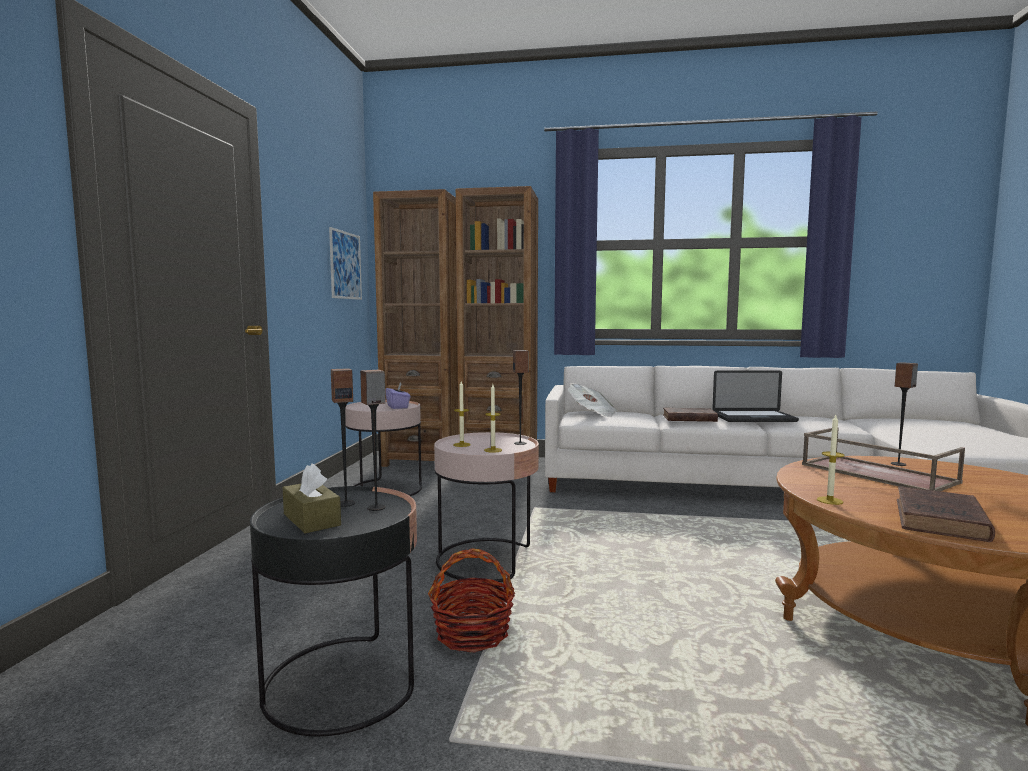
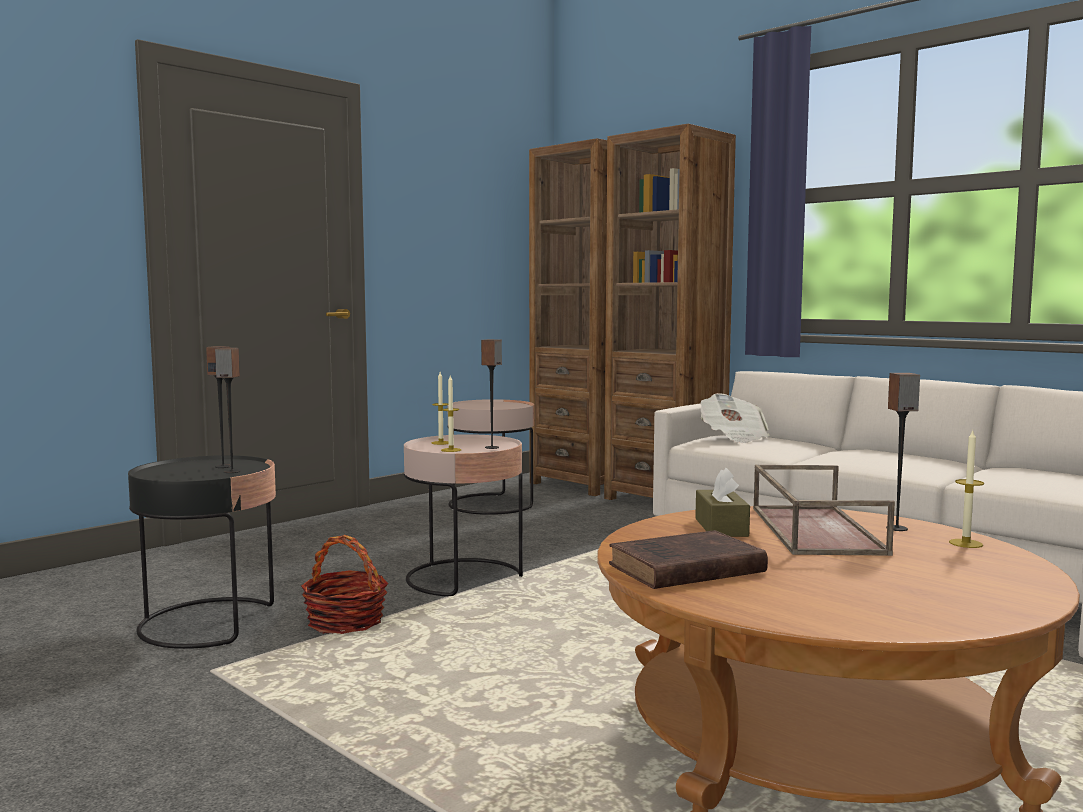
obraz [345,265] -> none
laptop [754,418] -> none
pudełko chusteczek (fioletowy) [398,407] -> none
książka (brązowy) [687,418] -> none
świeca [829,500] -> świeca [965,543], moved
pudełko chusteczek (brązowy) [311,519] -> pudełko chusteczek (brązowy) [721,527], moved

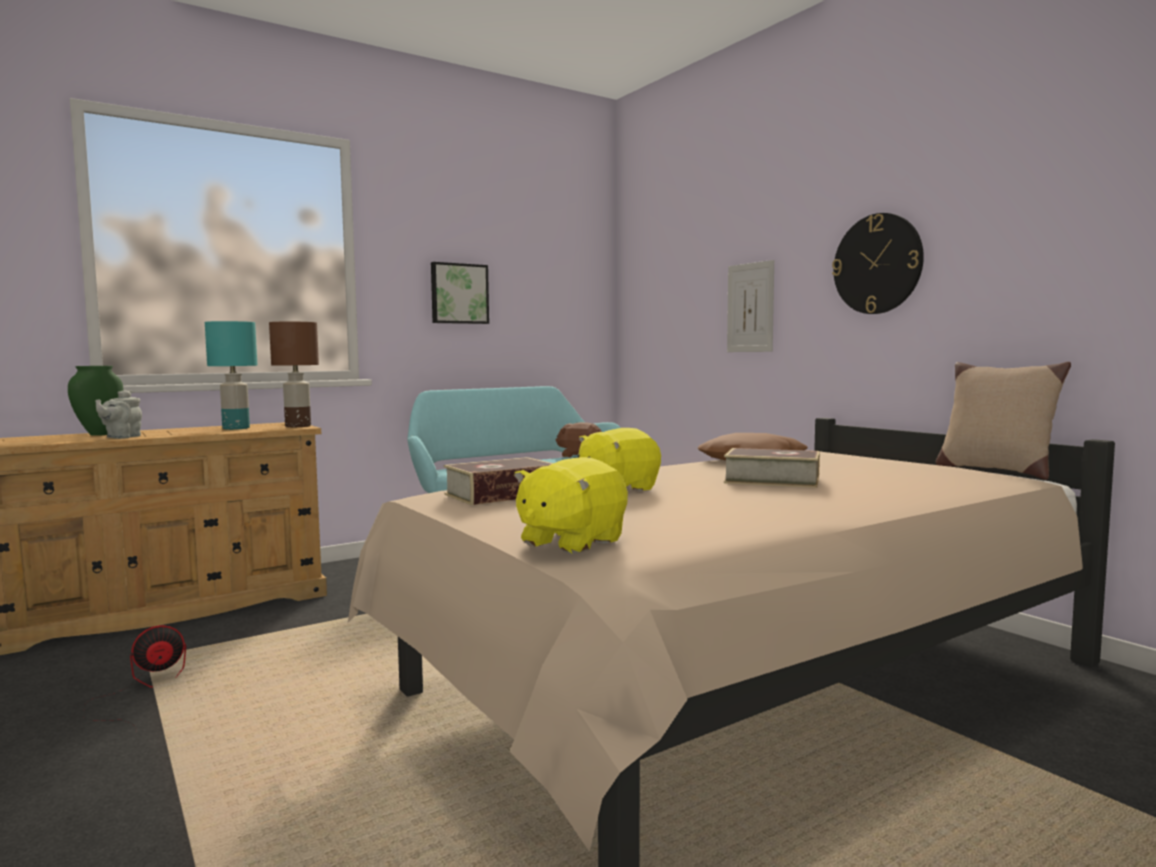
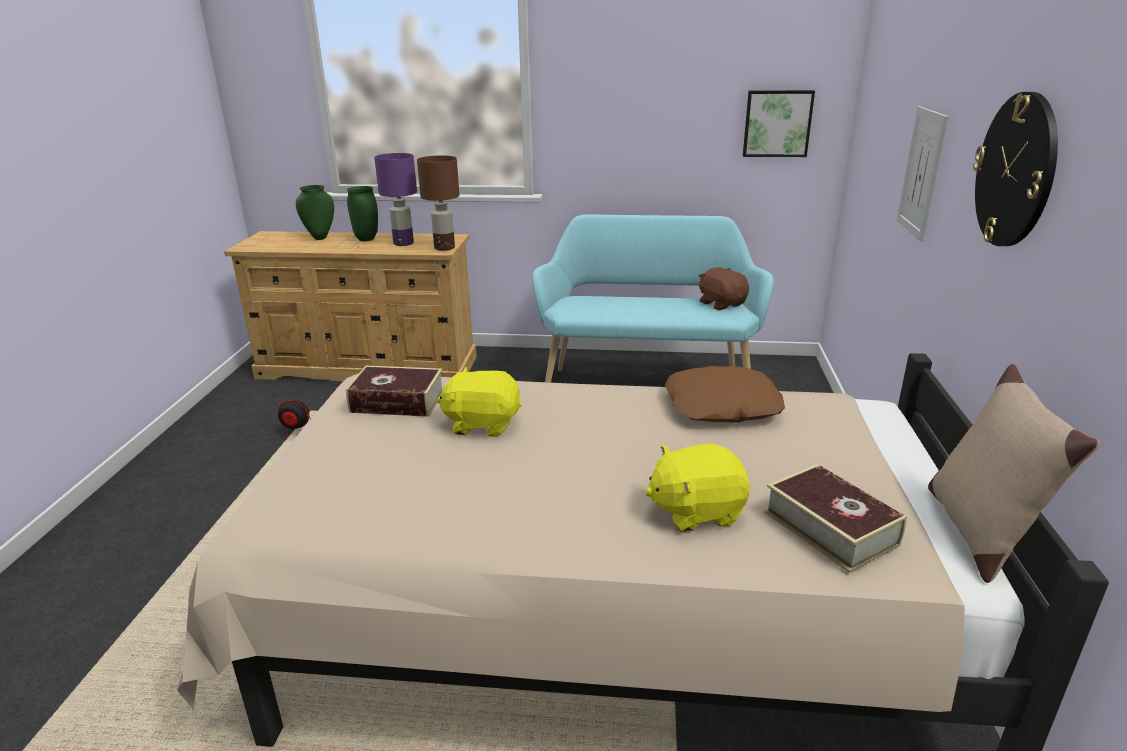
obraz [459,293] -> obraz [777,123], moved
lampa stołowa (turkusowy) [236,428] -> lampa stołowa (fioletowy) [404,243]
imbryk (szary) [121,437] -> none
książka [772,480] -> książka [830,528], moved
pluszak (żółty) [570,542] -> pluszak (żółty) [696,511], moved
none -> wazon (zielony) [366,239]

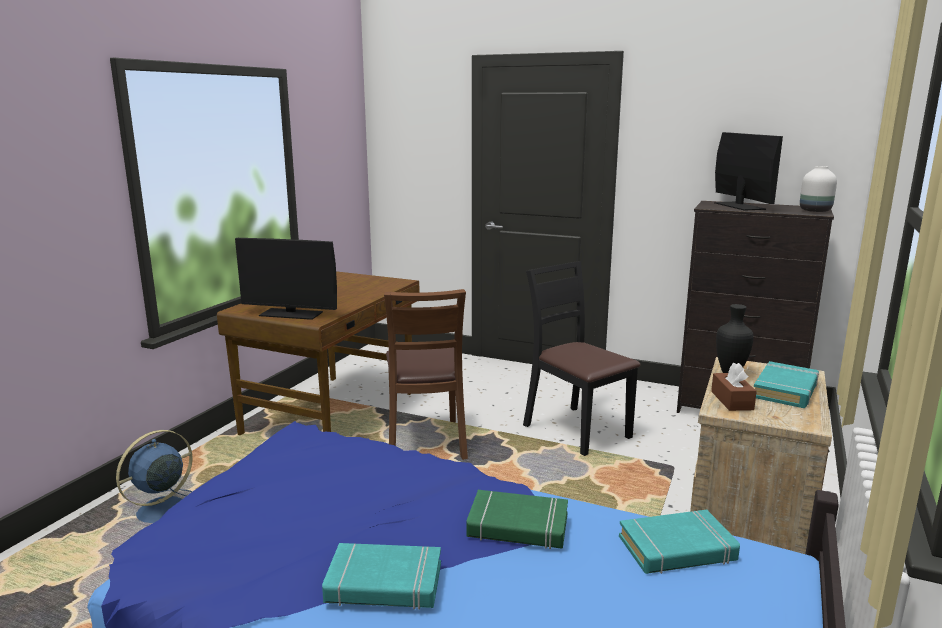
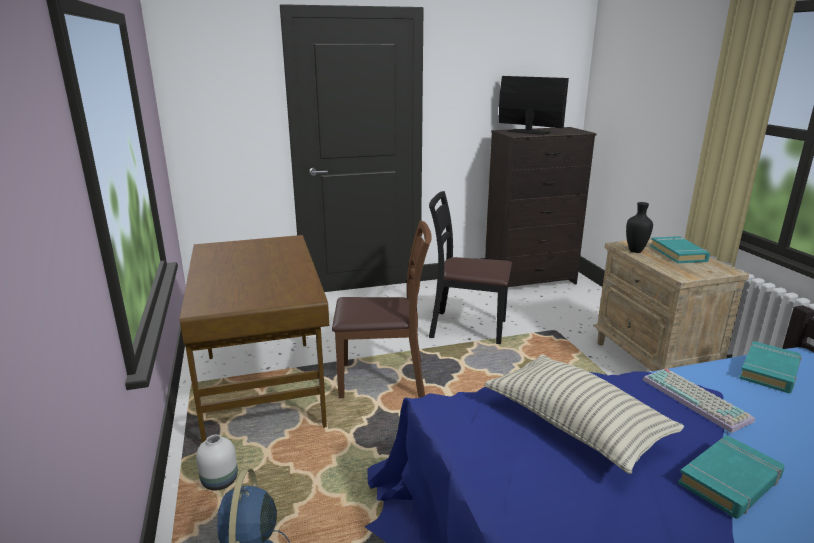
wazon (biały) [814,211] -> wazon (biały) [219,482], moved
monitor [291,314] -> none
krzesło (brązowy) [425,442] -> krzesło (brązowy) [383,379], 45 degrees counterclockwise
pudełko chusteczek (brązowy) [732,400] -> none
książka (zielony) [517,526] -> klawiatura [697,399]
none -> poduszka [575,426]

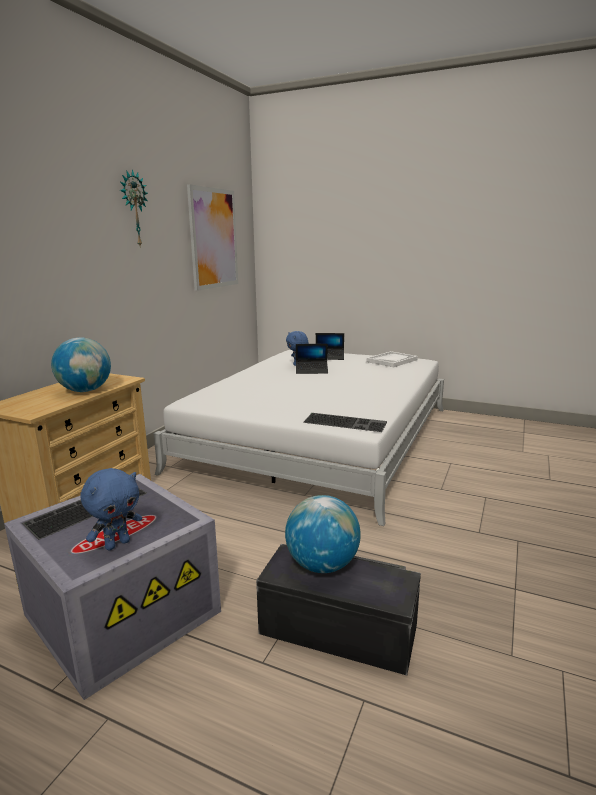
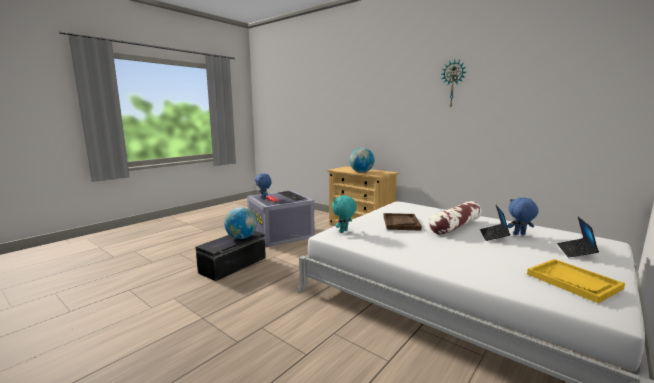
obraz [213,238] -> none
taca (biały) [392,360] -> taca (żółty) [573,281]
klawiatura [346,422] -> pluszak (turkusowy) [344,231]
none -> poduszka [455,226]
none -> taca (brązowy) [401,223]

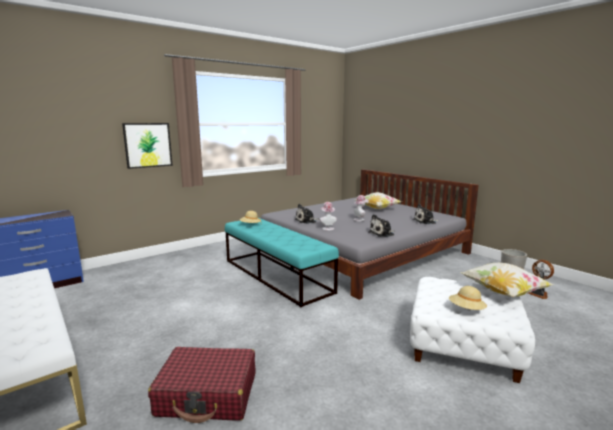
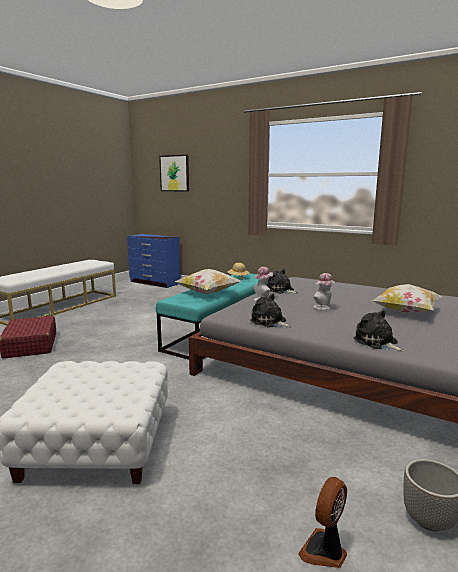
obraz [148,145] -> obraz [174,173], moved
poduszka [503,292] -> poduszka [208,293], moved
kapelusz (beżowy) [466,310] -> none

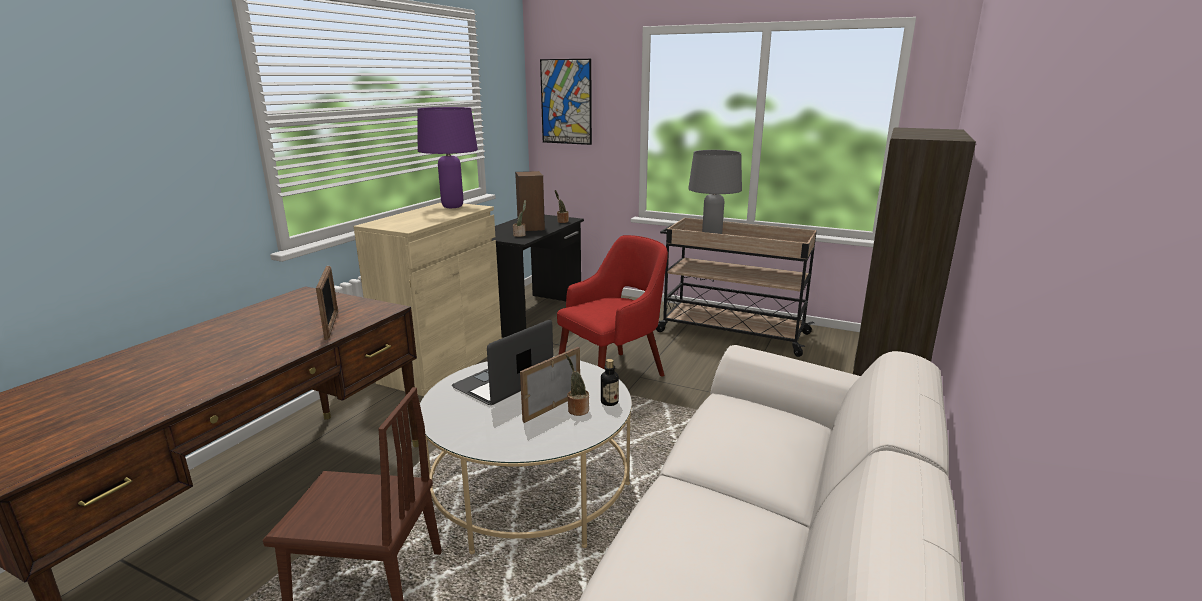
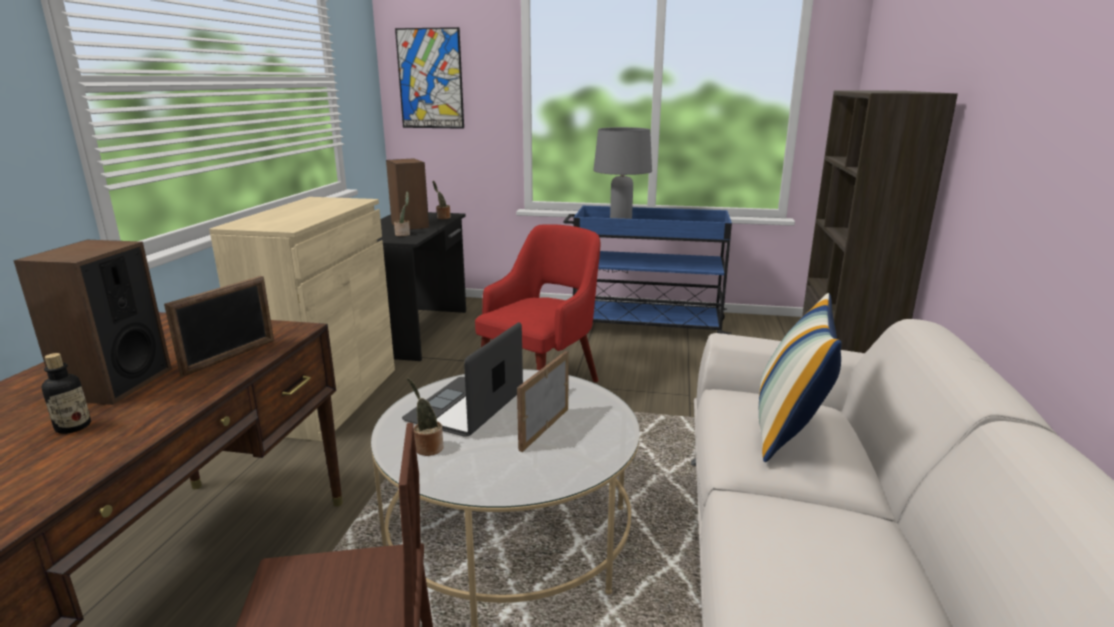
lampa stołowa (fioletowy) [453,207] -> none
wózek (beżowy) [730,332] -> wózek (niebieski) [644,327]
ramka na zdjęcie [331,325] -> ramka na zdjęcie [230,357], 60 degrees clockwise
roślina doniczkowa [577,409] -> roślina doniczkowa [427,448], moved
butelka [609,402] -> butelka [73,427], moved
none -> głośnik [115,384]
none -> poduszka [789,430]

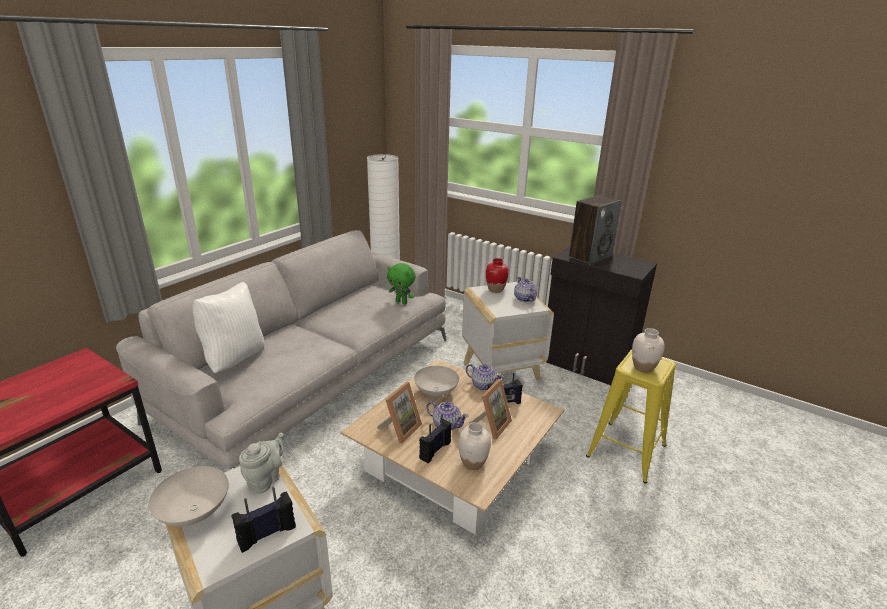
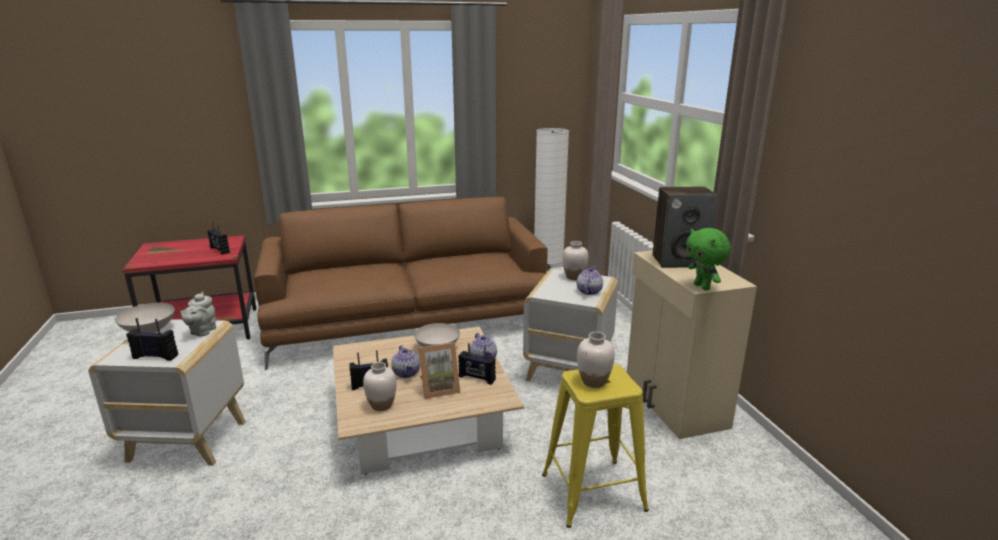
kanapa (szary) [311,376] -> kanapa (brązowy) [409,318]
szafka (czarny) [587,365] -> szafka (beżowy) [674,403]
wazon (czerwony) [495,290] -> wazon (biały) [574,277]
pluszak (zielony) [401,302] -> pluszak (zielony) [702,287], moved
poduszka (biały) [234,359] -> none
ramka na zdjęcie [400,429] -> none
imbryk (szary) [266,479] -> imbryk (szary) [202,331], 120 degrees clockwise
none -> radio [219,250]

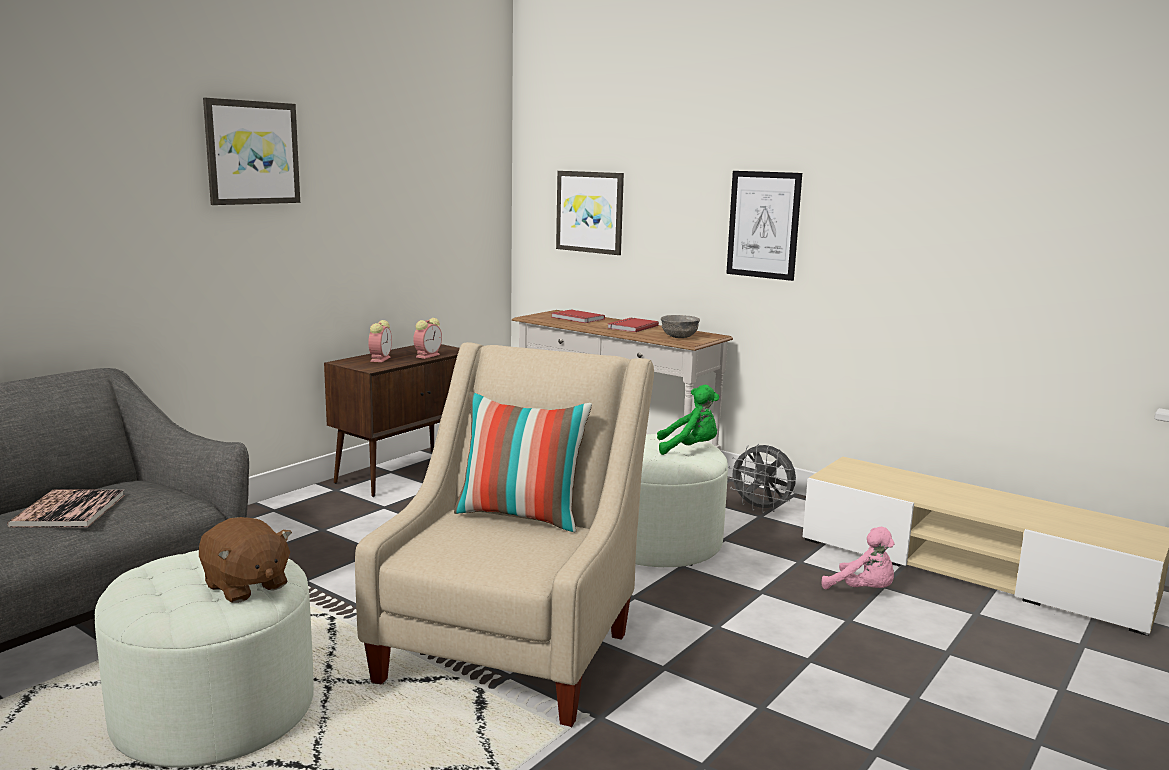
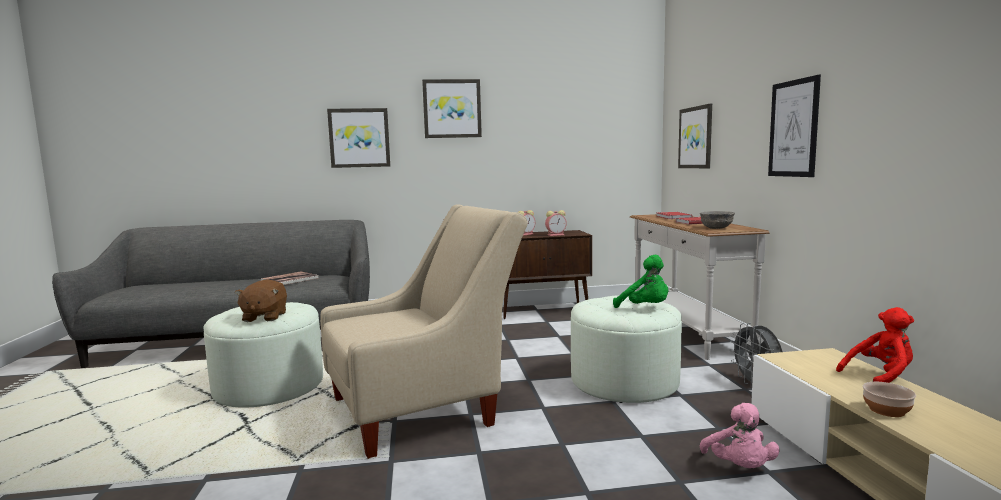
poduszka [521,516] -> none
none -> obraz [359,138]
none -> pluszak (czerwony) [880,377]
none -> miska [887,410]

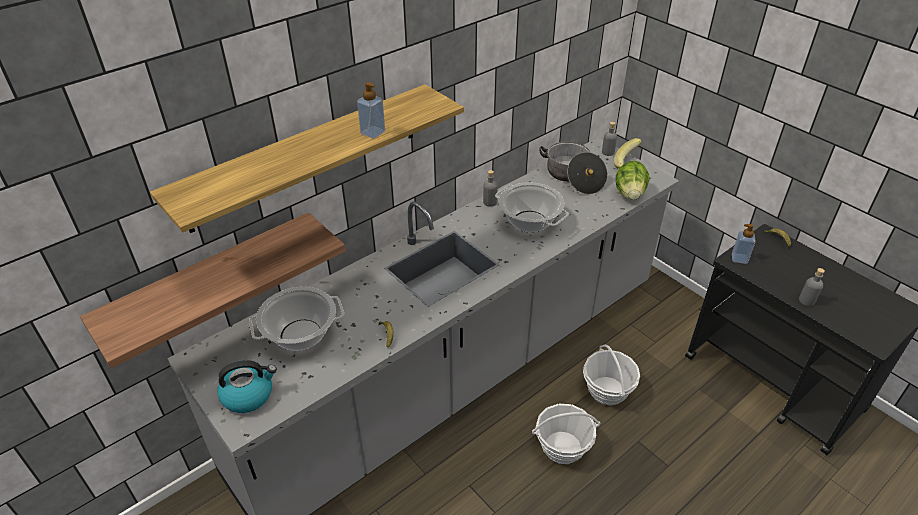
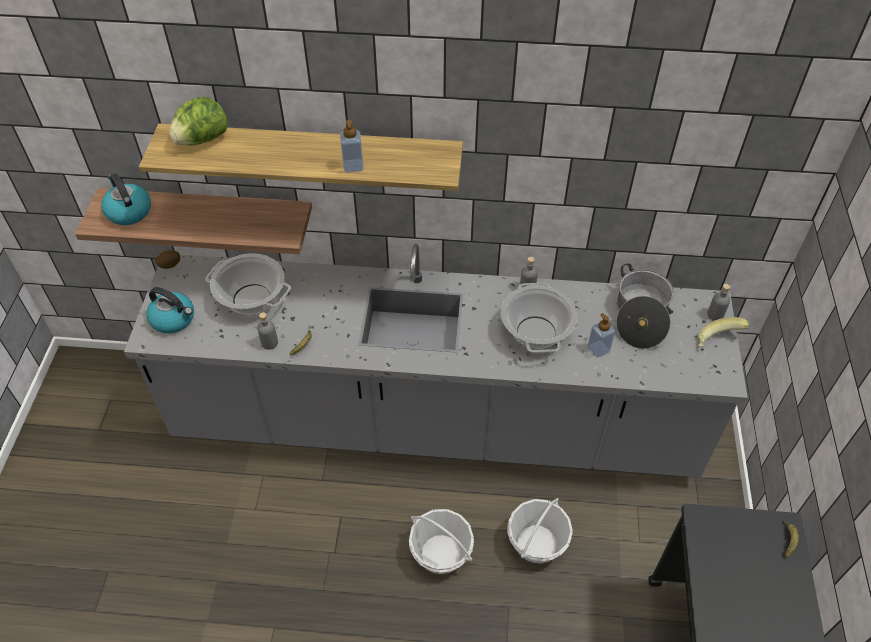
sałata [629,194] -> sałata [202,140], moved
dozownik mydła [739,258] -> dozownik mydła [598,349], moved
butelka (szary) [807,300] -> butelka (szary) [269,343], moved
none -> czajnik [128,211]
none -> ziemniak [169,265]

